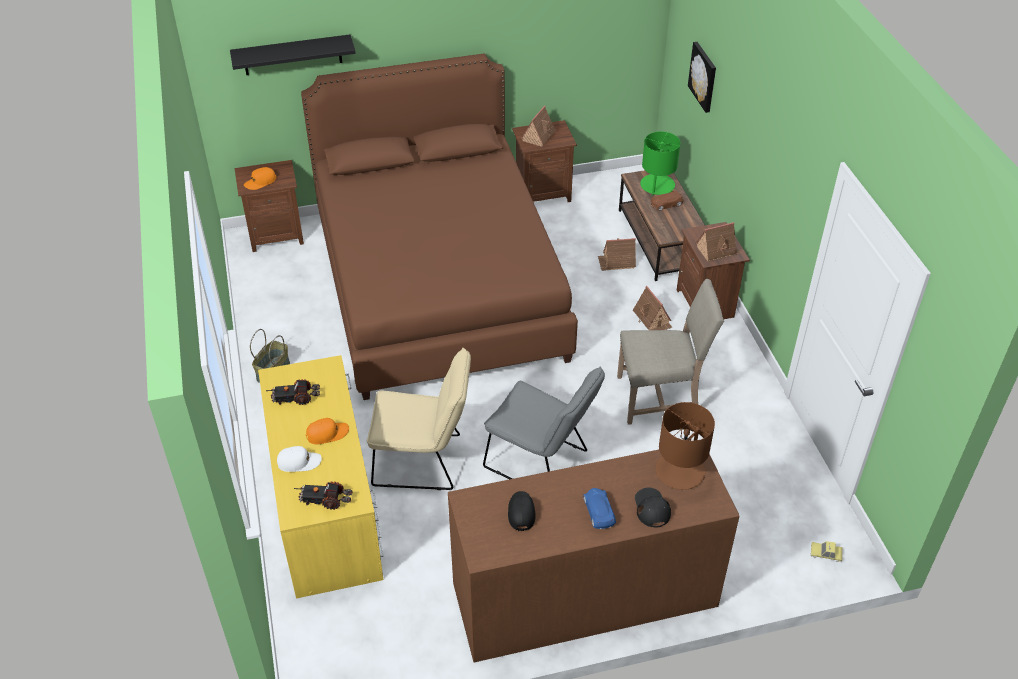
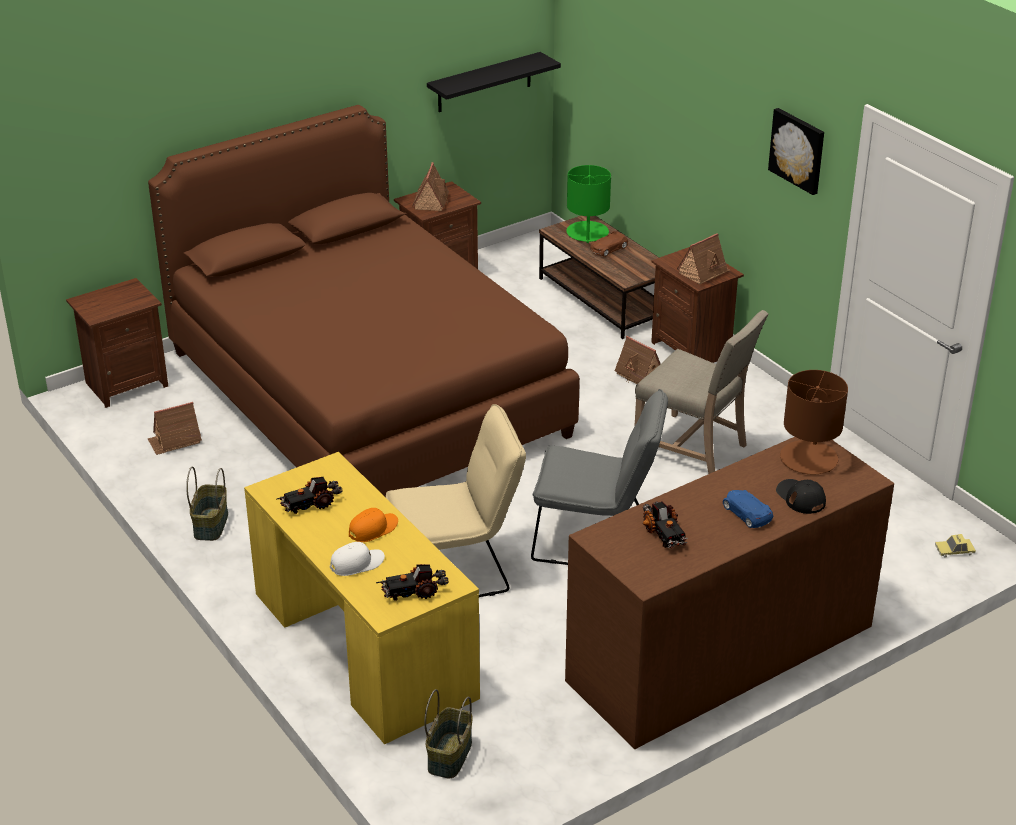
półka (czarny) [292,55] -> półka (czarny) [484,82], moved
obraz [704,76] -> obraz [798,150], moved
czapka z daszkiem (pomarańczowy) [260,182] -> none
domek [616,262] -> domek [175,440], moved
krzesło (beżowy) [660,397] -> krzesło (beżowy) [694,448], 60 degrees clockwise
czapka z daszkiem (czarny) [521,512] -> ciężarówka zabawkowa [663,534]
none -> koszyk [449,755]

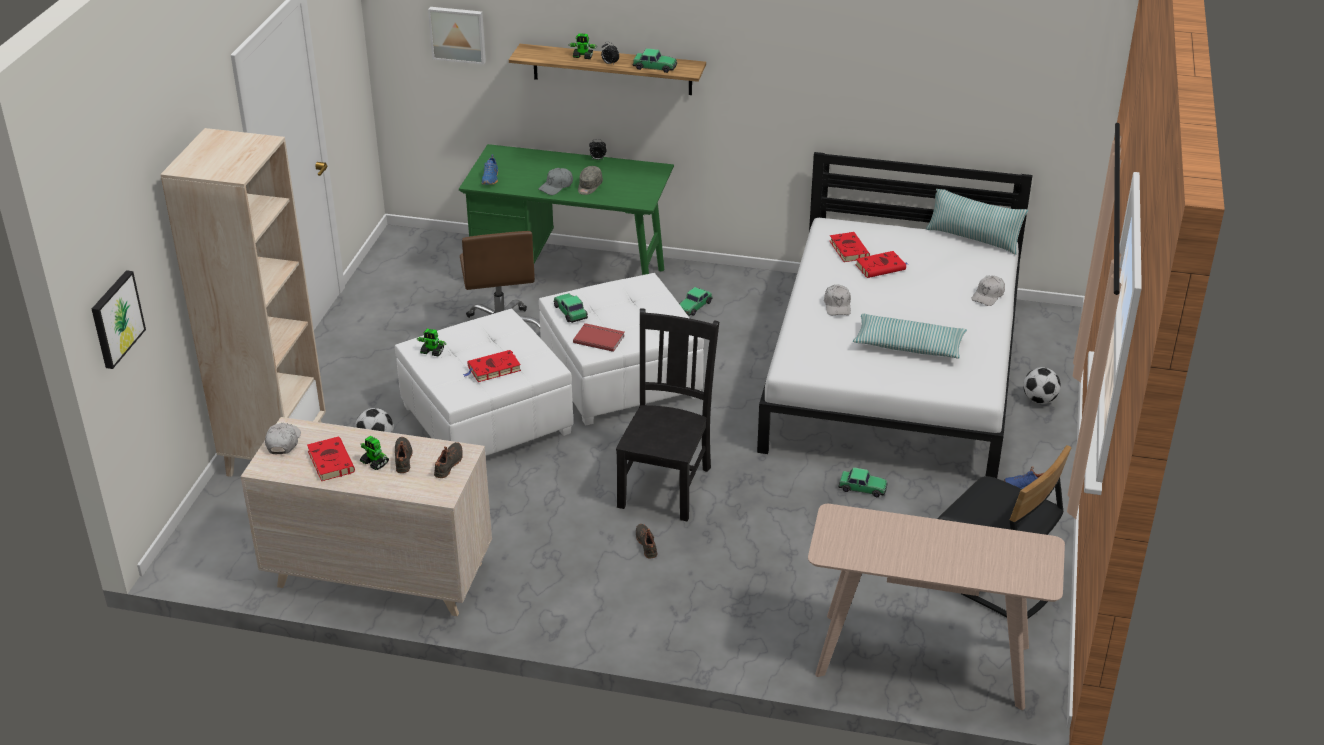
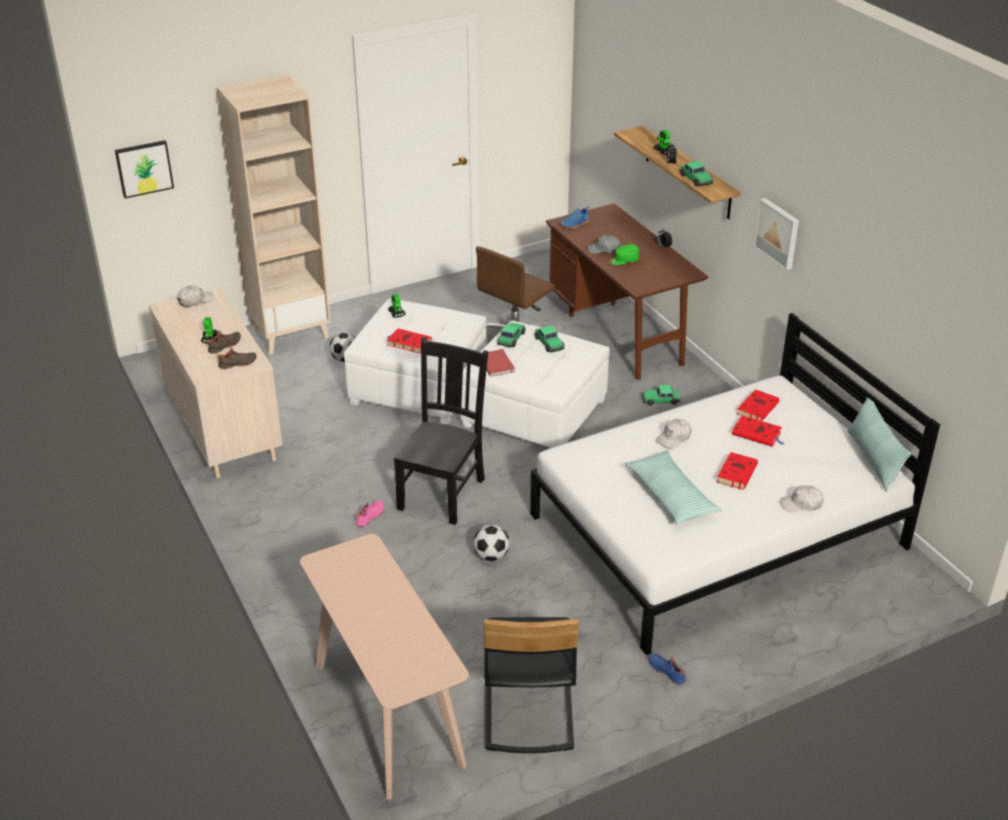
obraz [458,34] -> obraz [778,233], moved
biurko (zielony) [571,274] -> biurko (brązowy) [619,334]
czapka z daszkiem (szary) [589,186] -> czapka z daszkiem (zielony) [624,260]
krzesło (czarny) [666,485] -> krzesło (czarny) [443,492], 45 degrees counterclockwise
piłka futbolowa [1039,400] -> piłka futbolowa [491,556], moved
książka (czerwony) [330,461] -> książka (czerwony) [737,473], moved
samochodzik [863,488] -> samochodzik [549,343], moved
but (czarny) [647,544] -> but (różowy) [370,516]

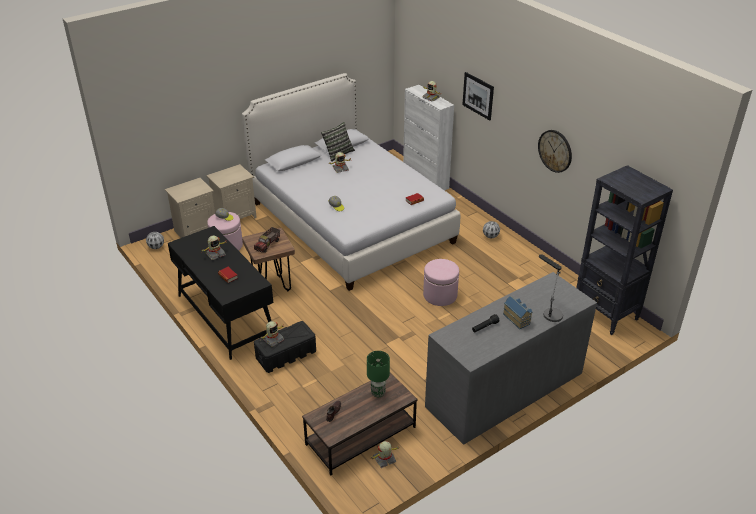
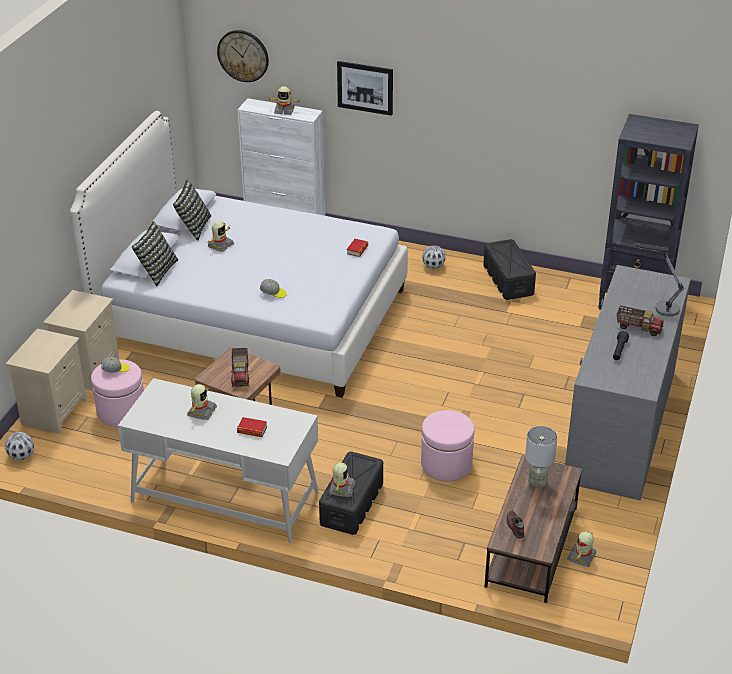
zegar ścienny [555,151] -> zegar ścienny [243,55], moved
biurko (czarny) [226,316] -> biurko (biały) [224,496]
pufa (różowy) [440,295] -> pufa (różowy) [446,464], moved
domek [517,318] -> ciężarówka zabawkowa [638,327]
lampa stołowa (zielony) [377,393] -> lampa stołowa (szary) [537,483]
none -> poduszka [156,271]
none -> pojemnik do przechowywania (czarny) [508,280]

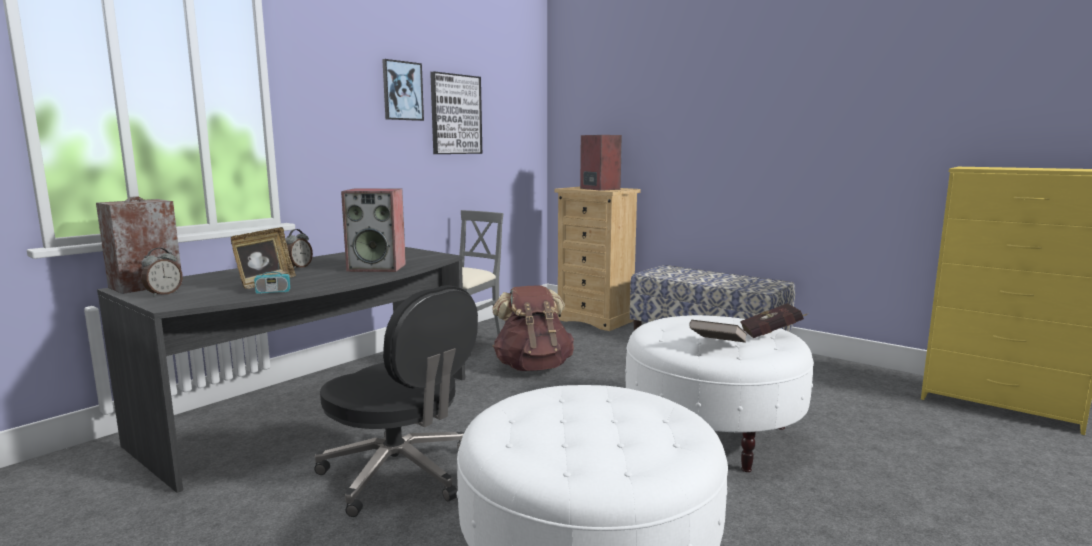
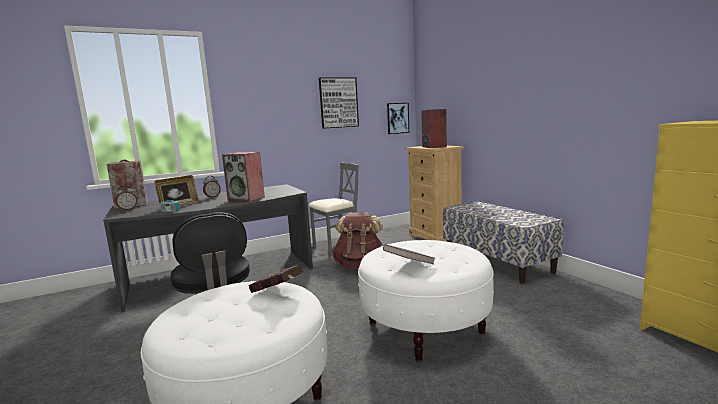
obraz [402,91] -> obraz [397,118], moved
książka (czerwony) [773,335] -> książka (czerwony) [279,291], moved

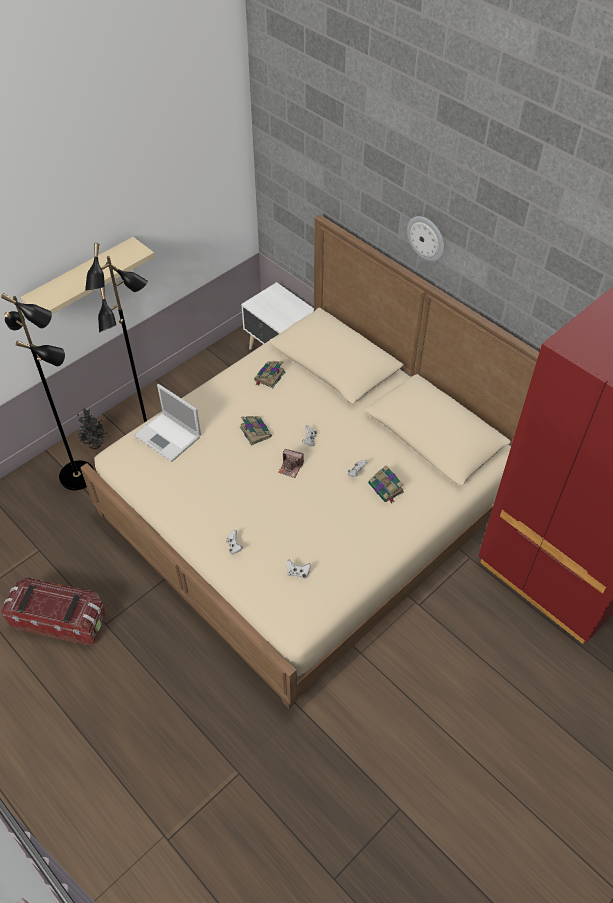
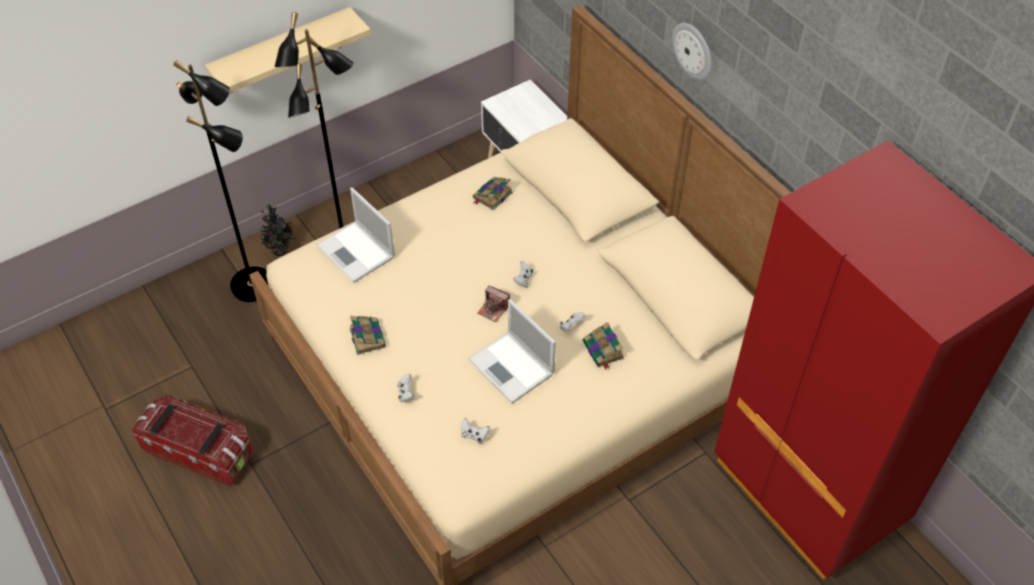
książka [255,431] -> książka [367,337], moved
none -> laptop [512,368]

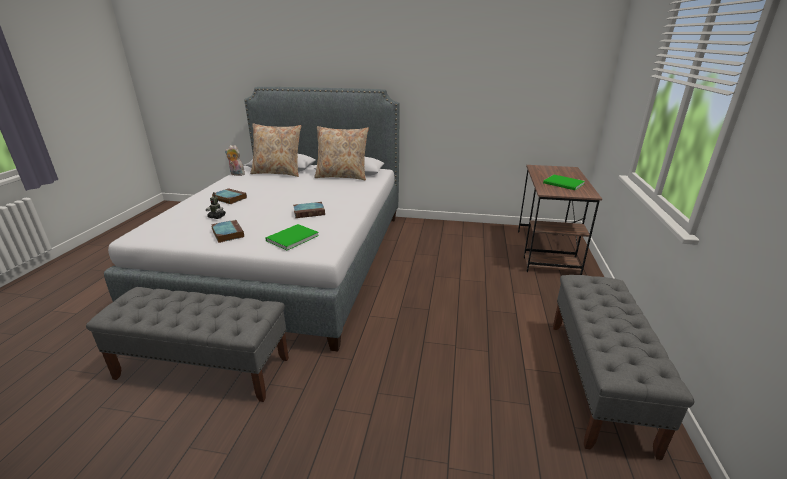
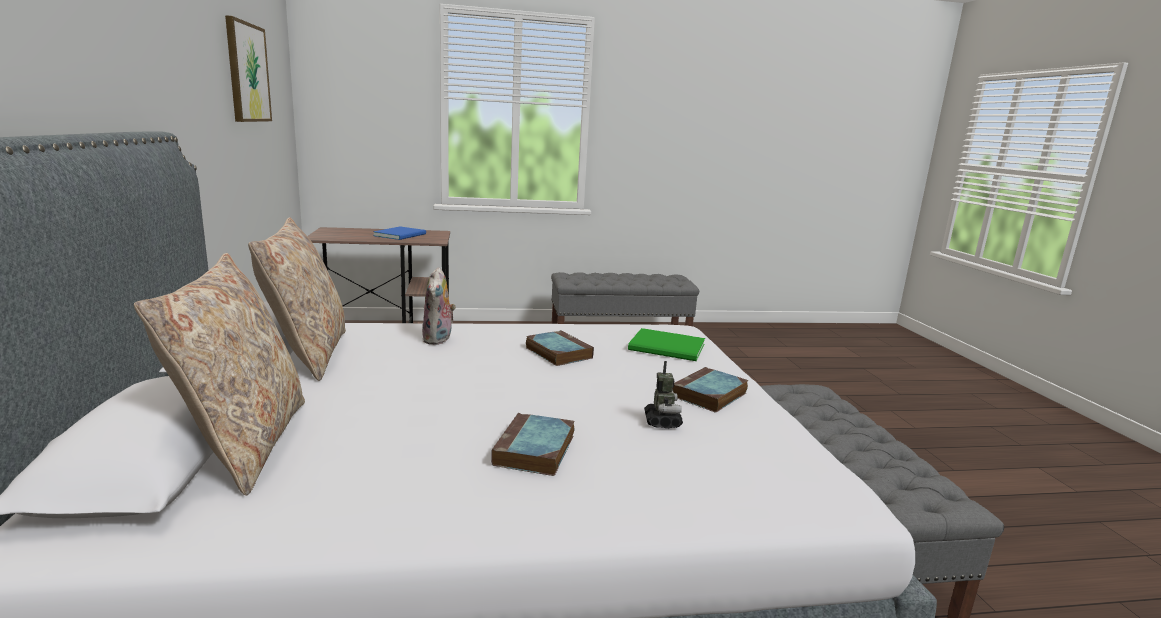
pluszak [236,174] -> pluszak [439,339], moved
książka (zielony) [564,184] -> książka (niebieski) [402,235]
none -> obraz [247,72]

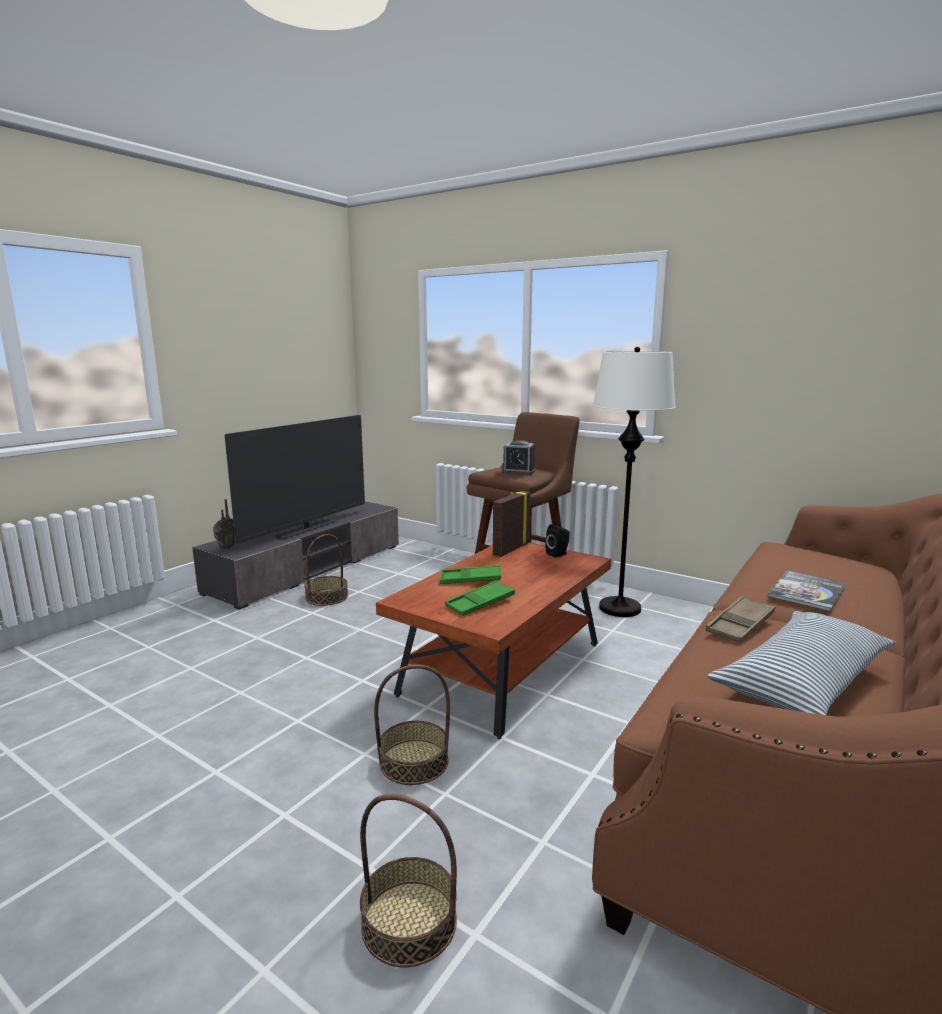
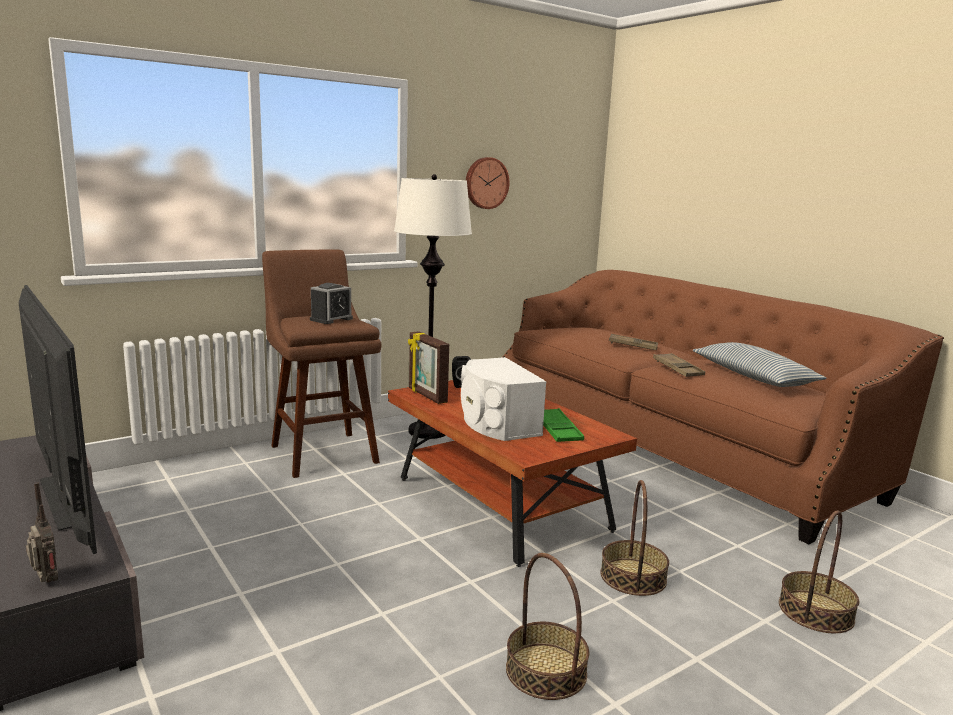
koszyk [327,597] -> koszyk [545,671], moved
taca (zielony) [470,580] -> głośnik (biały) [496,423]
książka [807,591] -> taca (brązowy) [632,346]
none -> zegar ścienny [485,183]

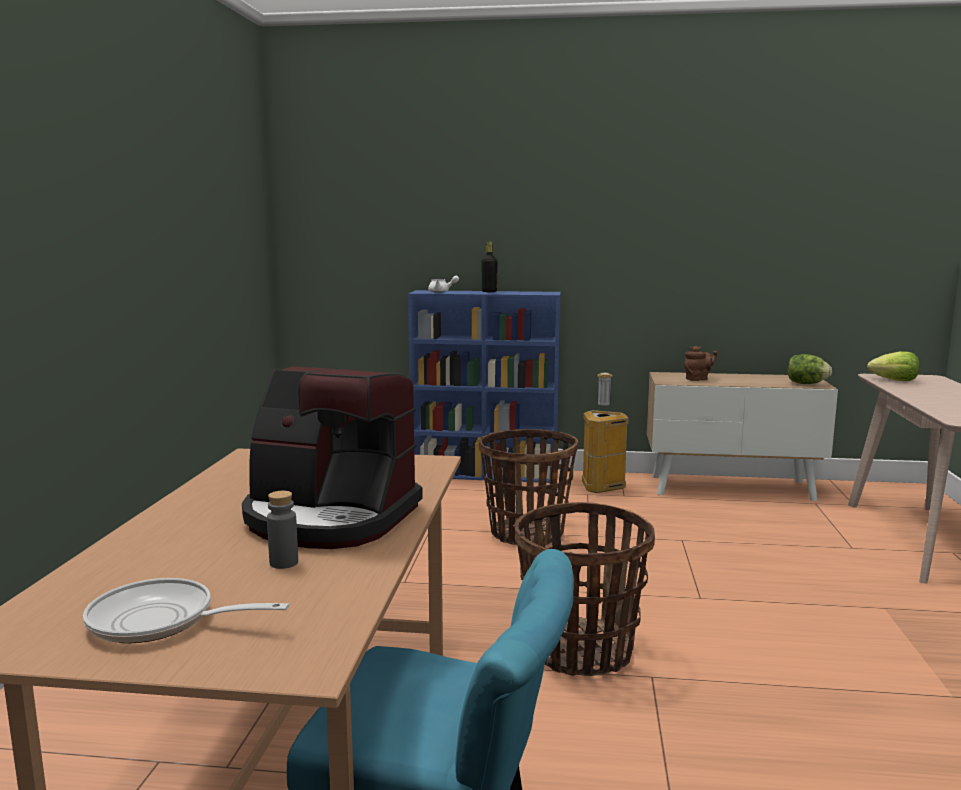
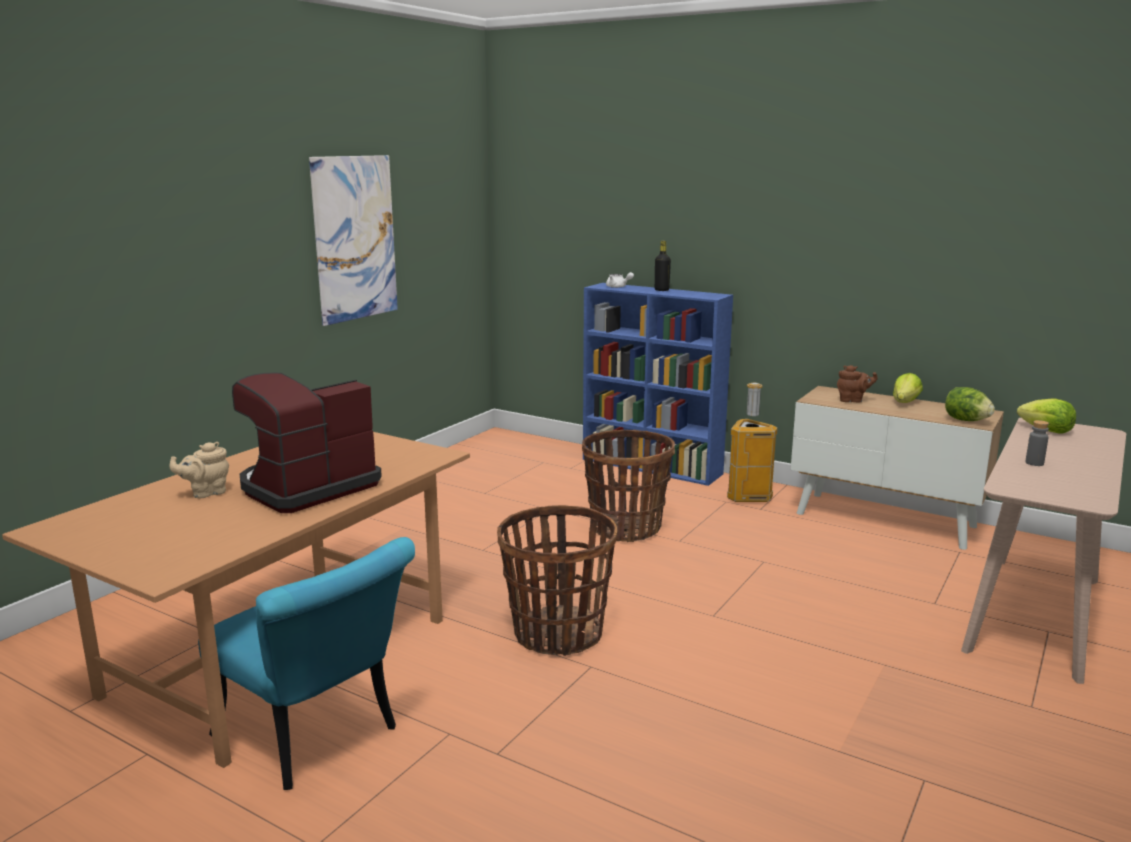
ekspres do kawy [330,518] -> ekspres do kawy [307,487], 90 degrees clockwise
butelka (szary) [284,563] -> butelka (szary) [1034,463], moved
patelnia [161,621] -> none
none -> obraz [355,238]
none -> sałata [905,402]
none -> imbryk (beżowy) [206,493]

